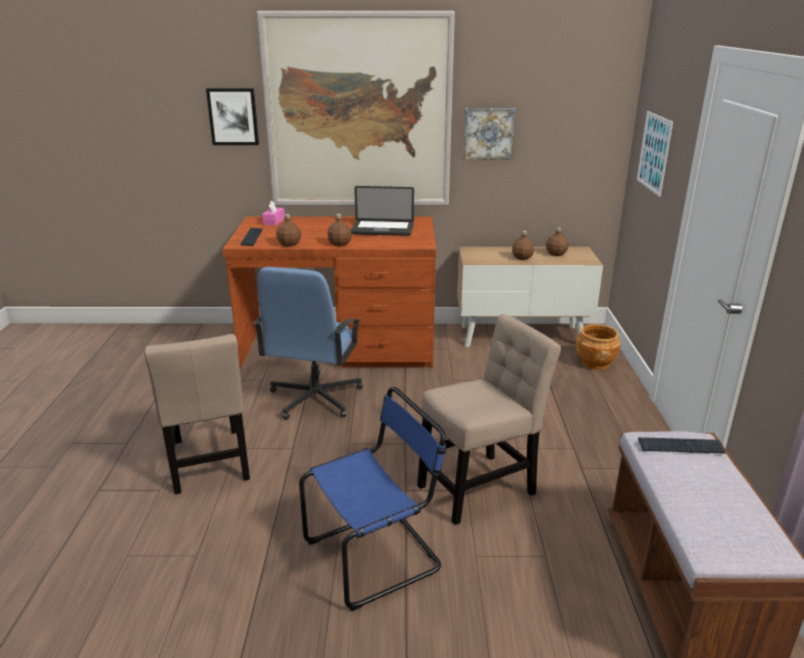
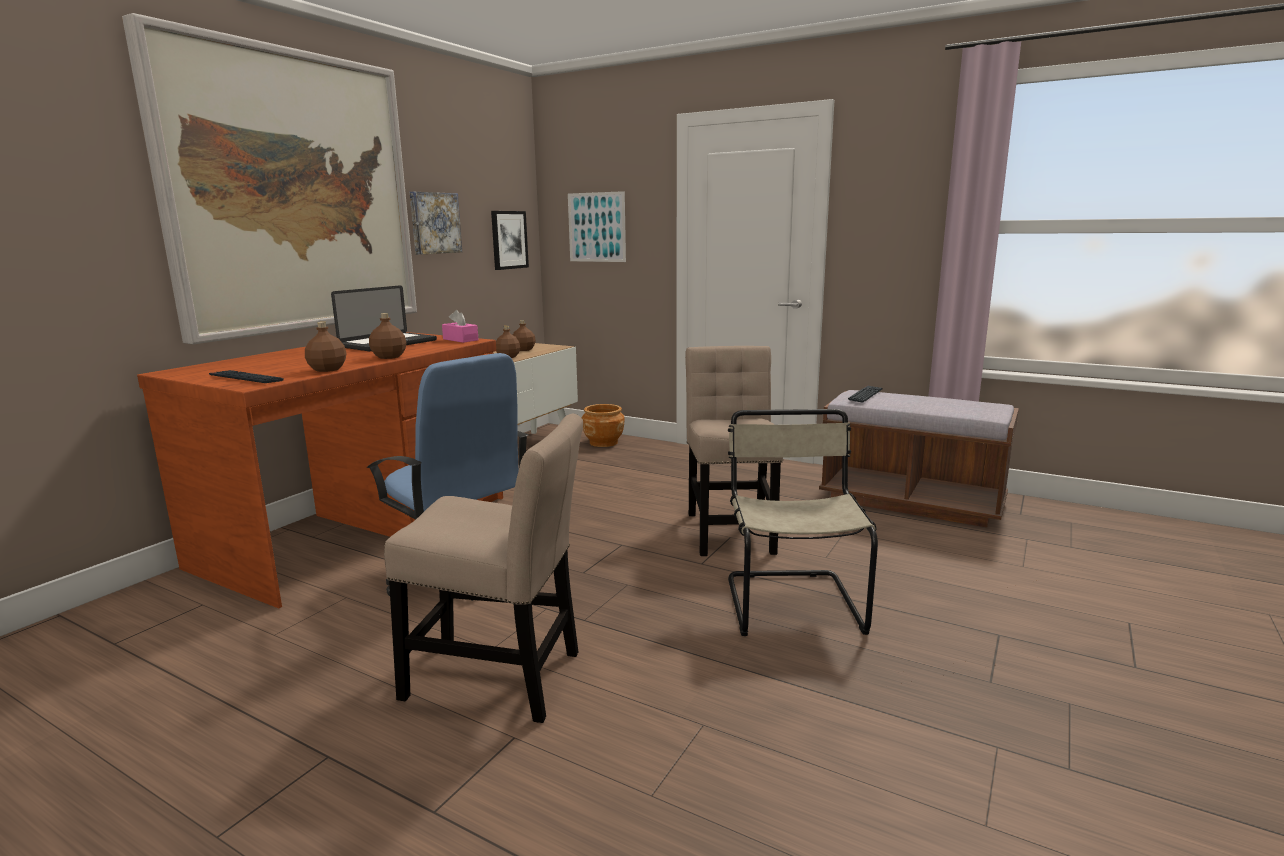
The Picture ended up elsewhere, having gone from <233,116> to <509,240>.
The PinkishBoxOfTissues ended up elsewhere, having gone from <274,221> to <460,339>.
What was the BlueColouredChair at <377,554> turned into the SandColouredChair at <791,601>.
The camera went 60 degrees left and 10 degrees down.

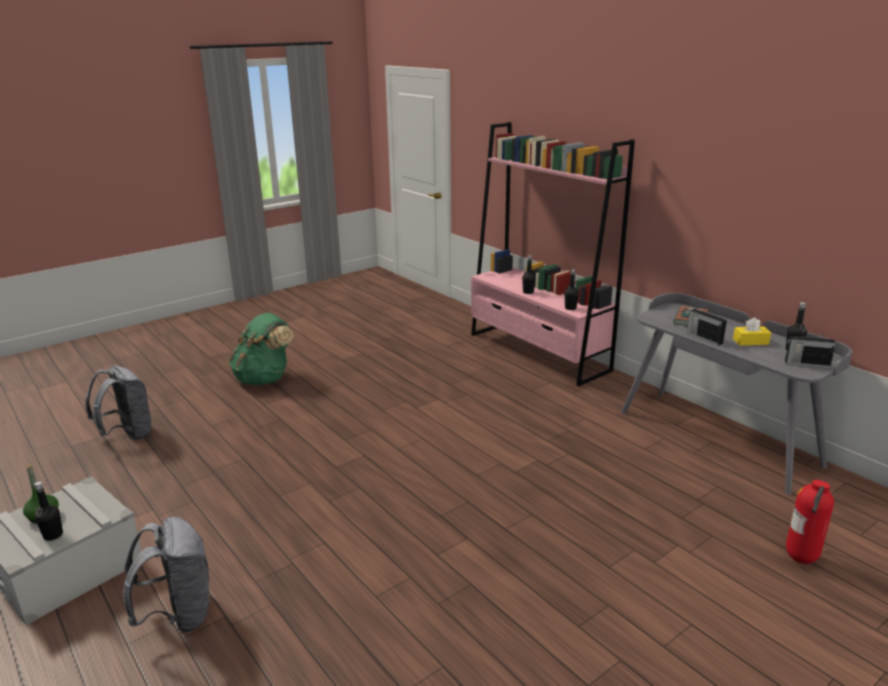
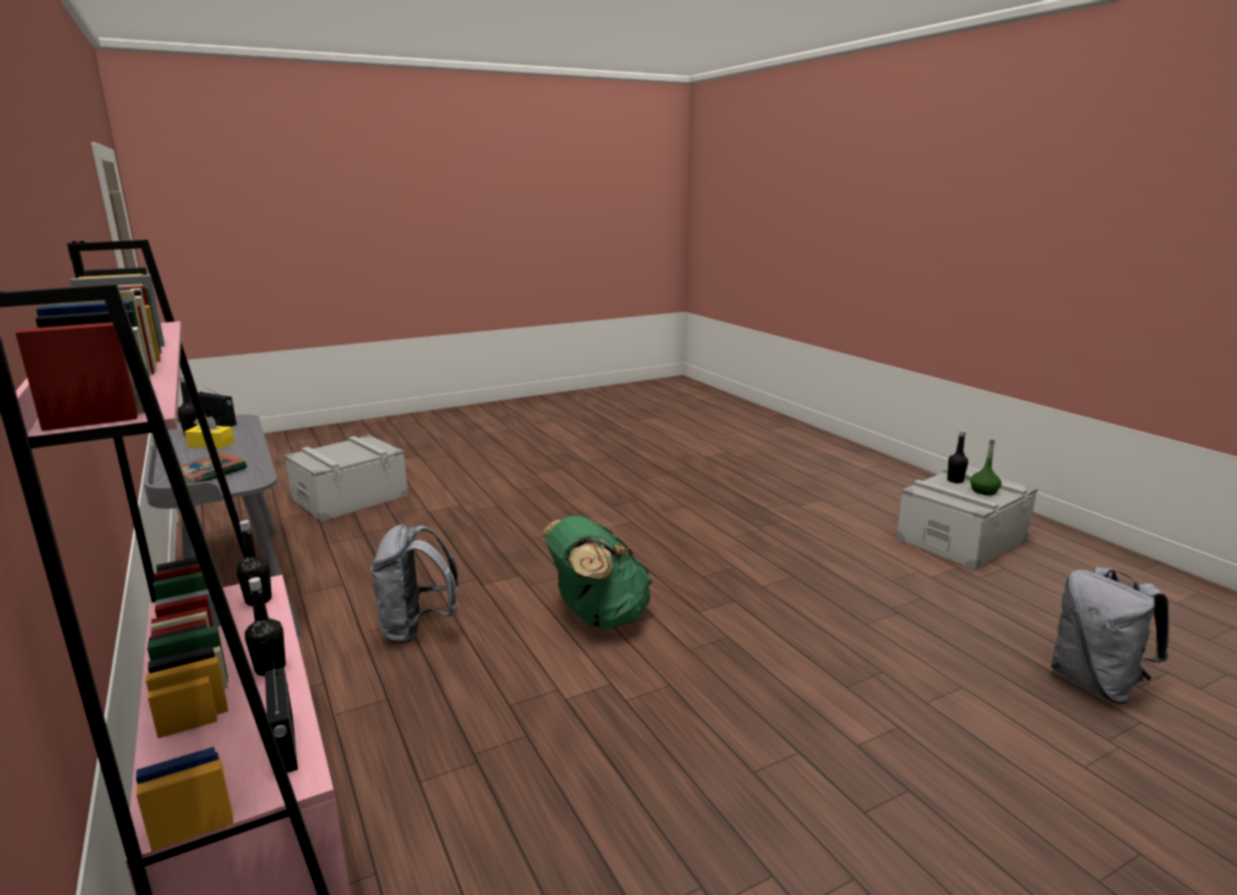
The GreyBackpack ended up elsewhere, having gone from <179,615> to <417,628>.
The GreenColouredBackpack ended up elsewhere, having gone from <265,378> to <598,617>.
The RadioSet ended up elsewhere, having gone from <704,338> to <284,744>.
Where the FireExtinguisher stood at <801,560>, the GreyStorageContainer came to stand at <350,497>.
The camera went 170 degrees left and 5 degrees down.

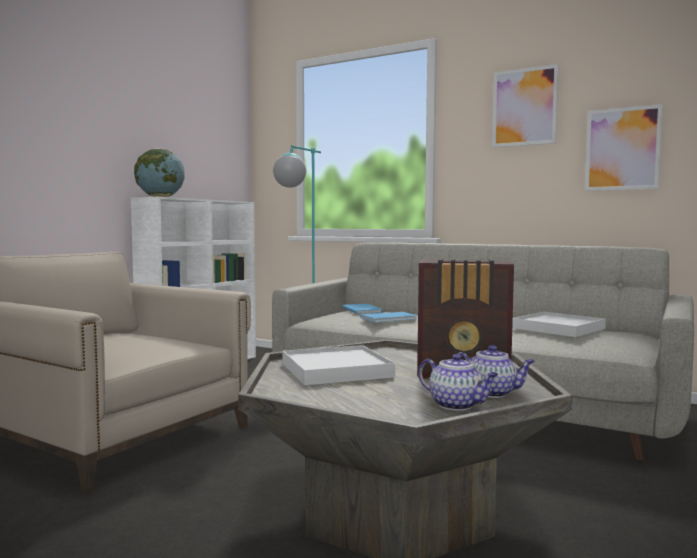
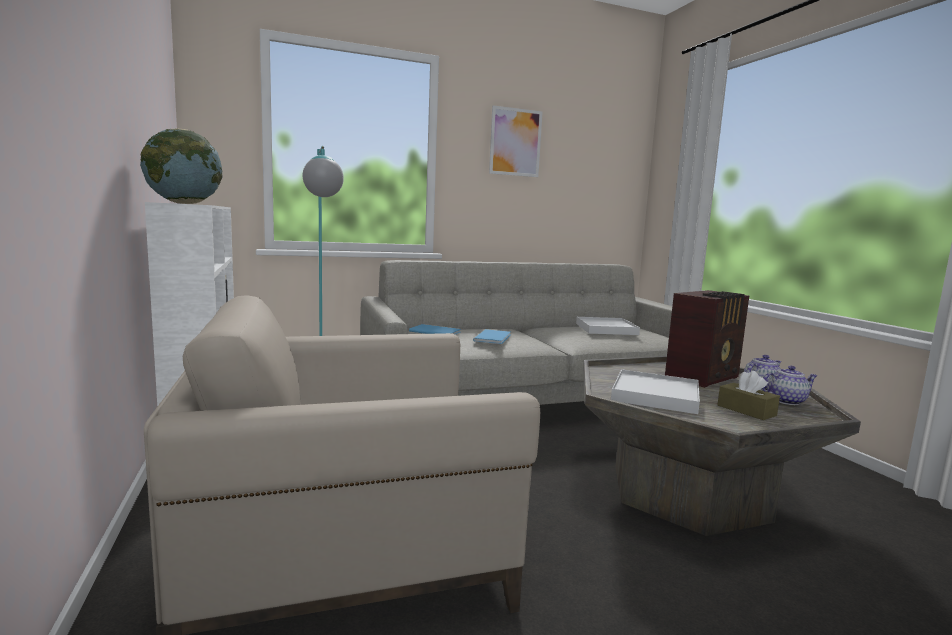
The second view lost the Picture at <622,149>.
The second view gained the BrownColouredBoxOfTissues at <746,410>.
The camera went 50 degrees left and 5 degrees up.

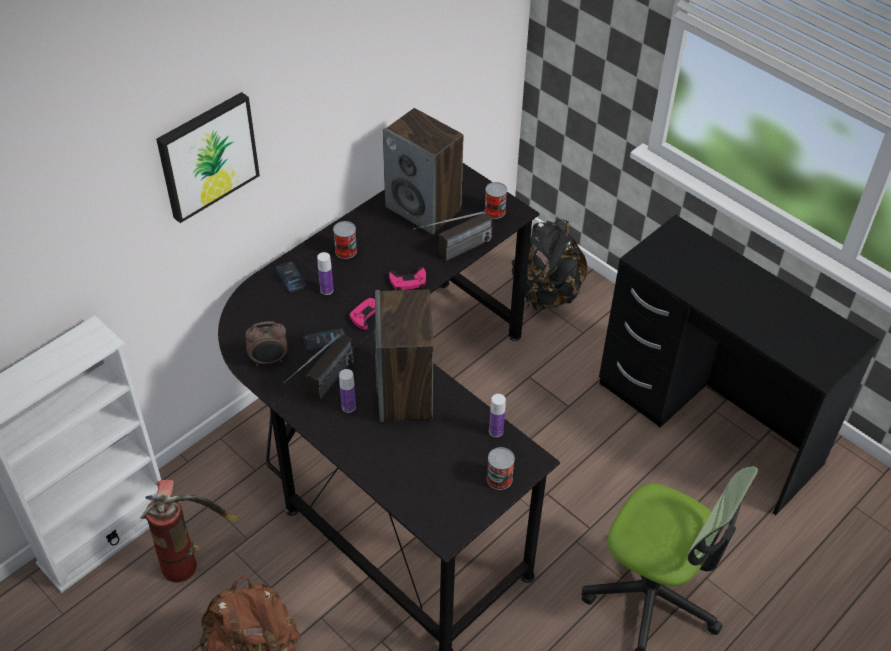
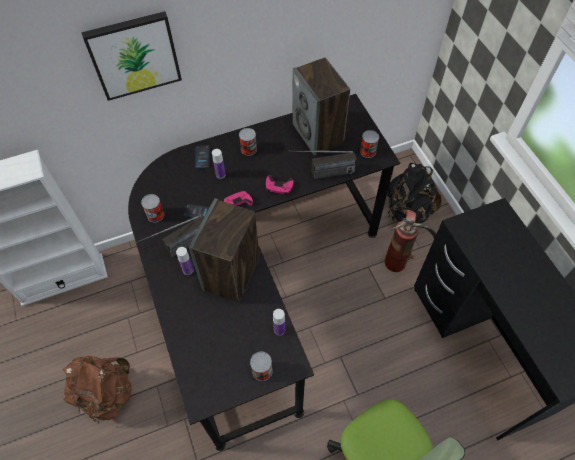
The FireExtinguisher ended up elsewhere, having gone from <191,557> to <403,259>.
Where the AlarmClock stood at <269,360>, the MetalCan came to stand at <155,215>.
The camera went 25 degrees right and 10 degrees up.

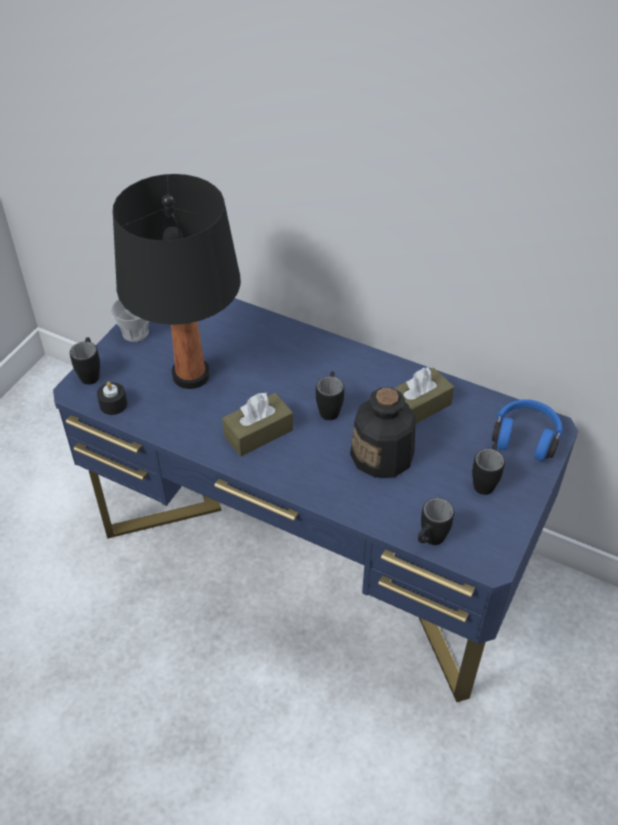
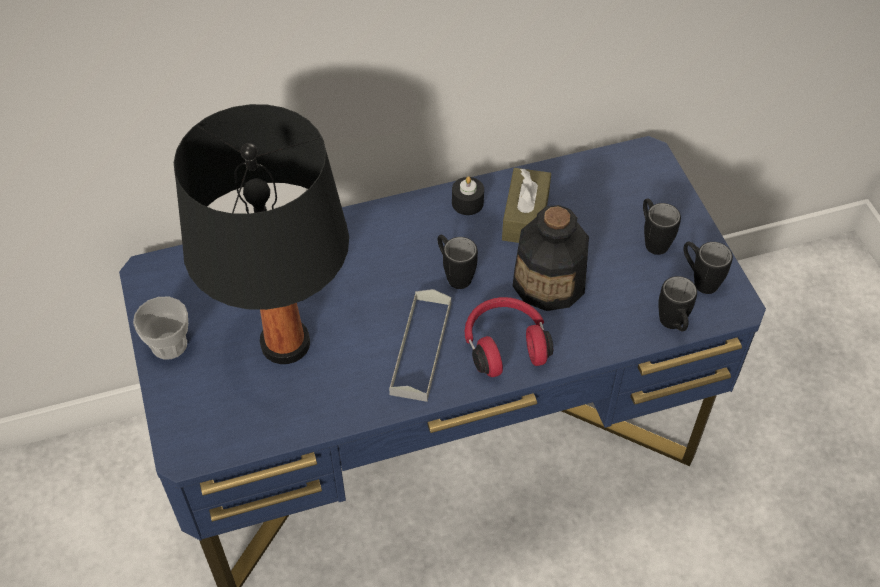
The BlackColouredMug ended up elsewhere, having gone from <90,373> to <699,280>.
The BlackColouredWaxCandle ended up elsewhere, having gone from <113,404> to <467,203>.
Where the BrownColouredBoxOfTissues stood at <258,433>, the GreyTray came to stand at <421,348>.
The second view lost the BlueColouredHeadphones at <526,437>.
The second view gained the ReddishHeadphones at <505,344>.
The camera went 45 degrees left and 5 degrees up.

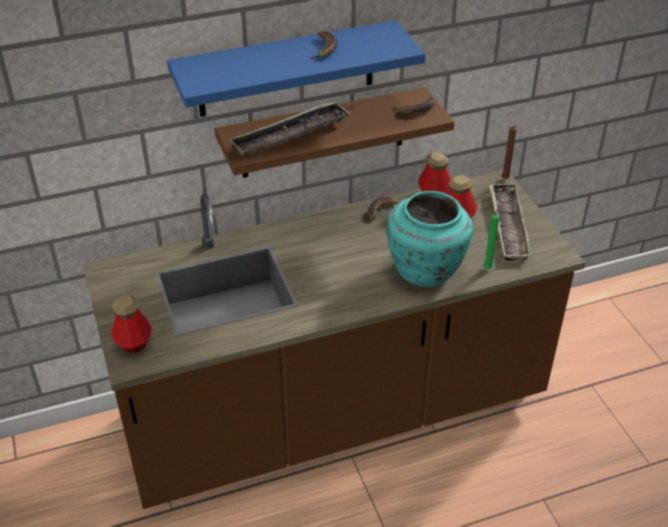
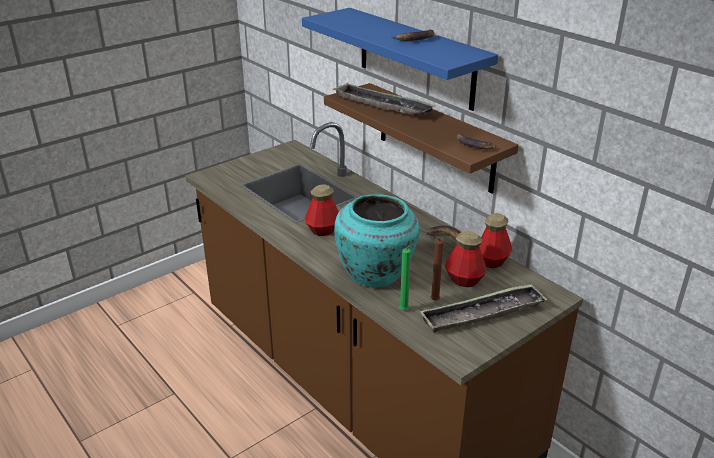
The BeverageBottle ended up elsewhere, having gone from <134,343> to <323,230>.
The BrownColouredWaxCandle ended up elsewhere, having gone from <505,179> to <433,301>.
The camera went 70 degrees right and 10 degrees down.

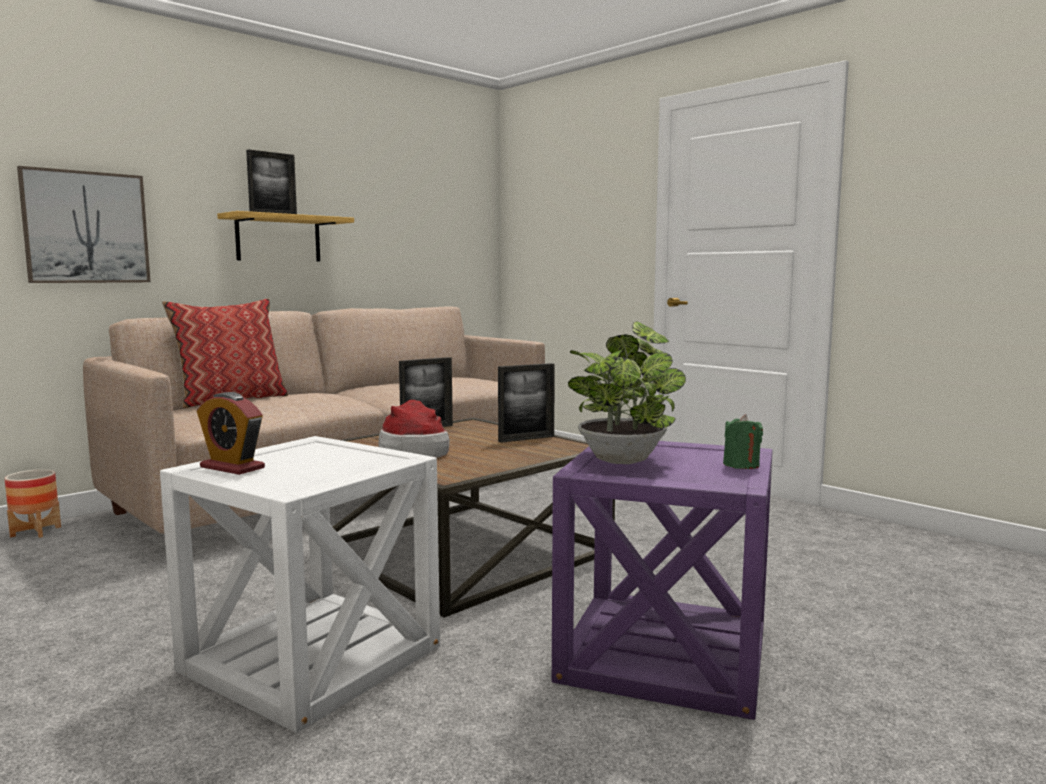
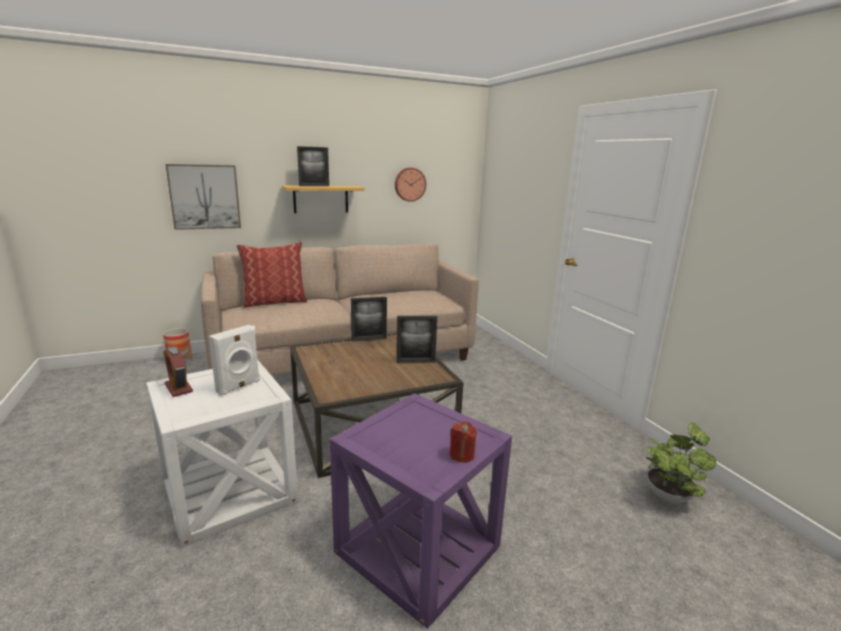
The second view lost the ClothingHat at <415,451>.
The PlantInAPot ended up elsewhere, having gone from <623,458> to <669,494>.
What was the GreenColouredWaxCandle at <741,465> turned into the ReddishWaxCandle at <462,455>.
The second view gained the WhiteAudioSpeaker at <239,387>.
The second view gained the WallClock at <409,184>.
The camera went 20 degrees right and 10 degrees up.

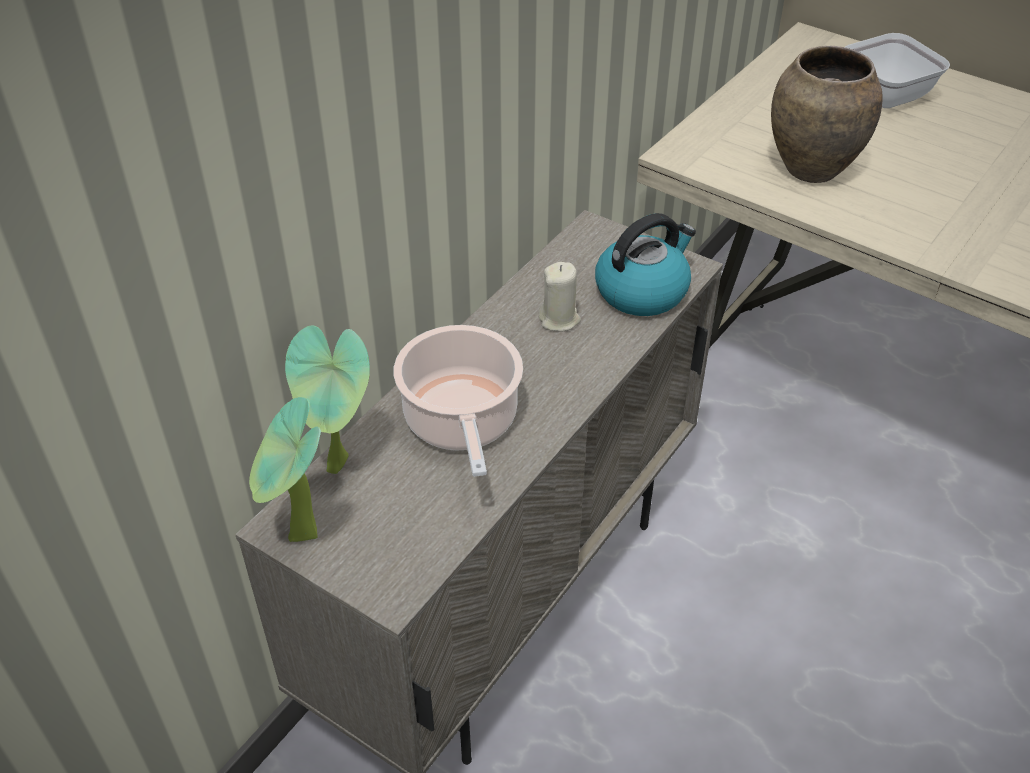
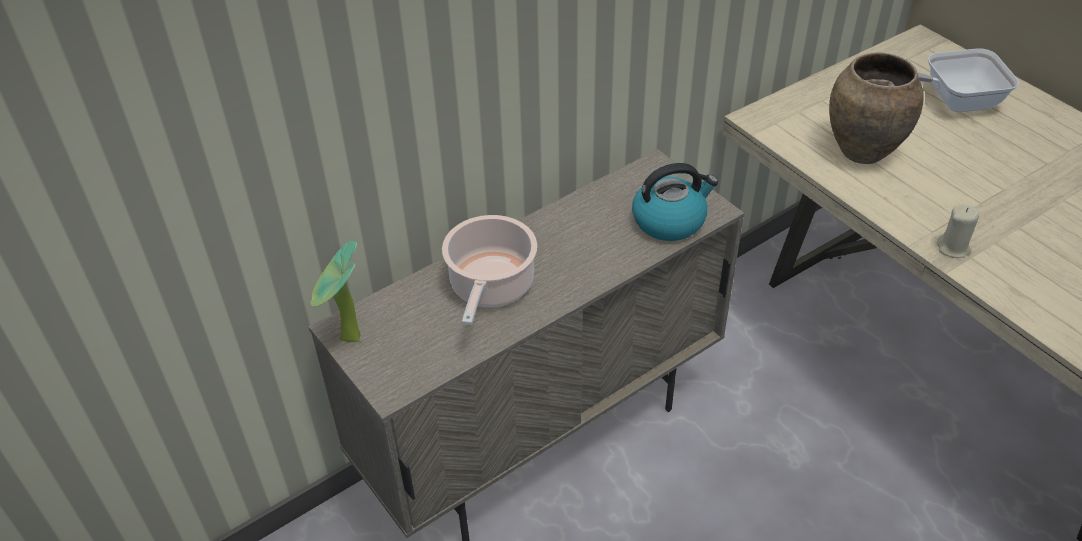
The second view lost the PlantInAPot at <341,467>.
The SandColouredWaxCandle ended up elsewhere, having gone from <559,319> to <953,248>.
The camera went 20 degrees right and 0 degrees up.

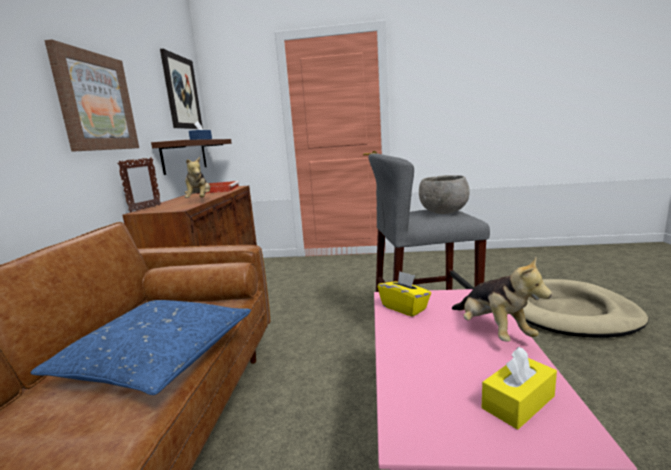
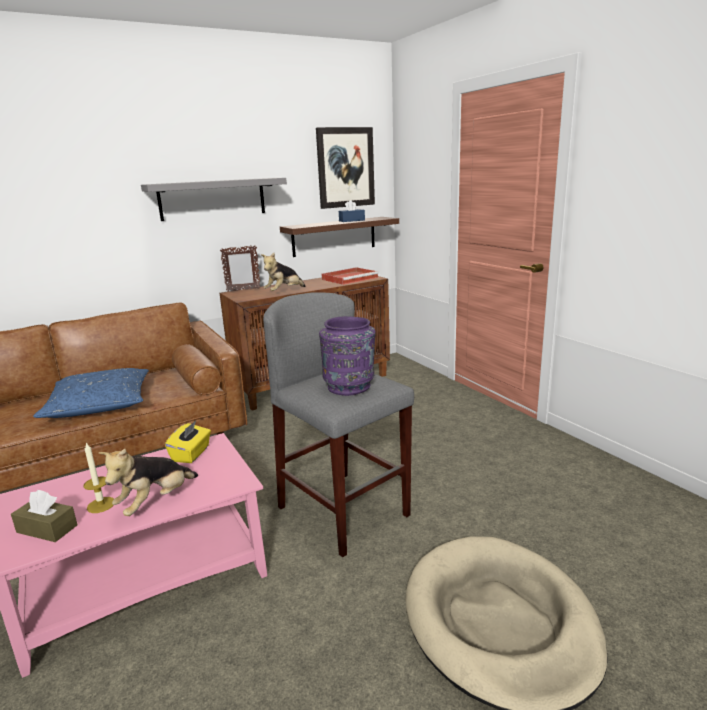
Where the Picture hung at <95,102>, the GreyShelf came to hang at <212,199>.
Where the GreyBowl stood at <443,212>, the PurpleColouredFlowerVase came to stand at <350,387>.
What was the YellowColouredBoxOfTissues at <518,402> turned into the BrownColouredBoxOfTissues at <47,529>.
The second view gained the WaxCandle at <101,505>.
The camera went 55 degrees right and 5 degrees up.

